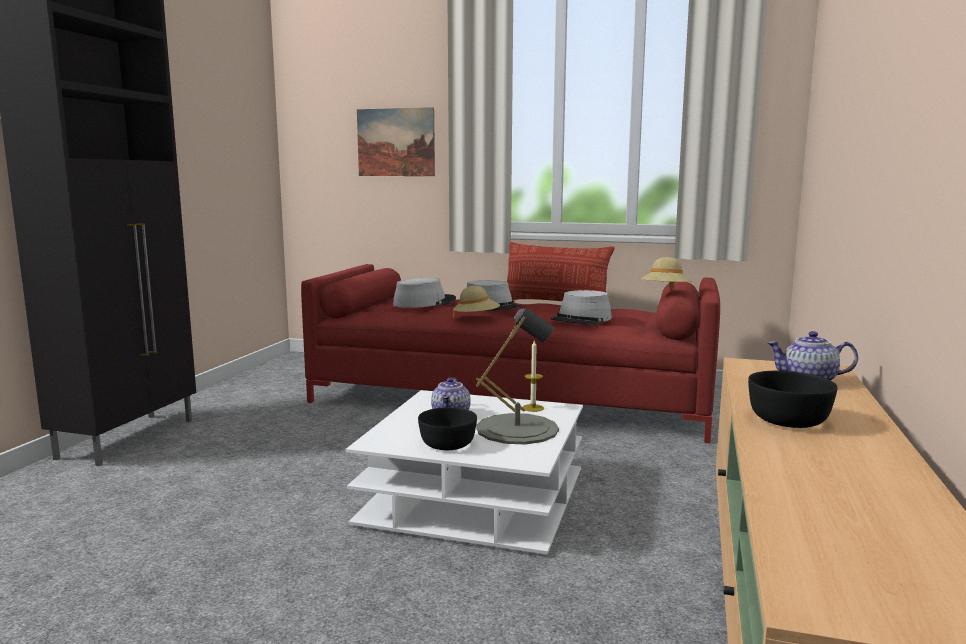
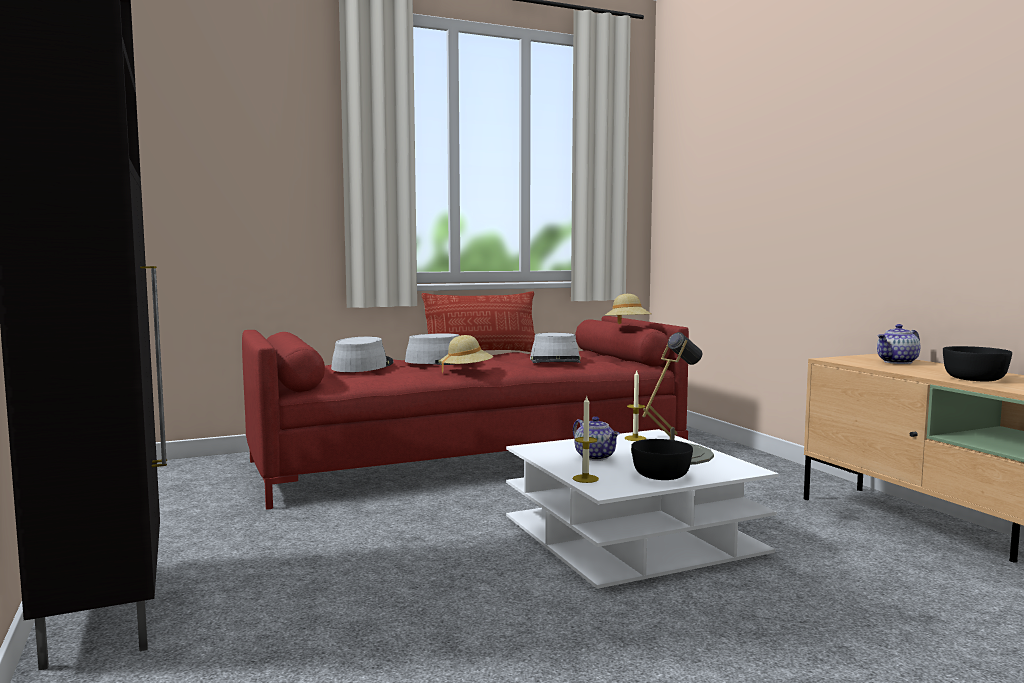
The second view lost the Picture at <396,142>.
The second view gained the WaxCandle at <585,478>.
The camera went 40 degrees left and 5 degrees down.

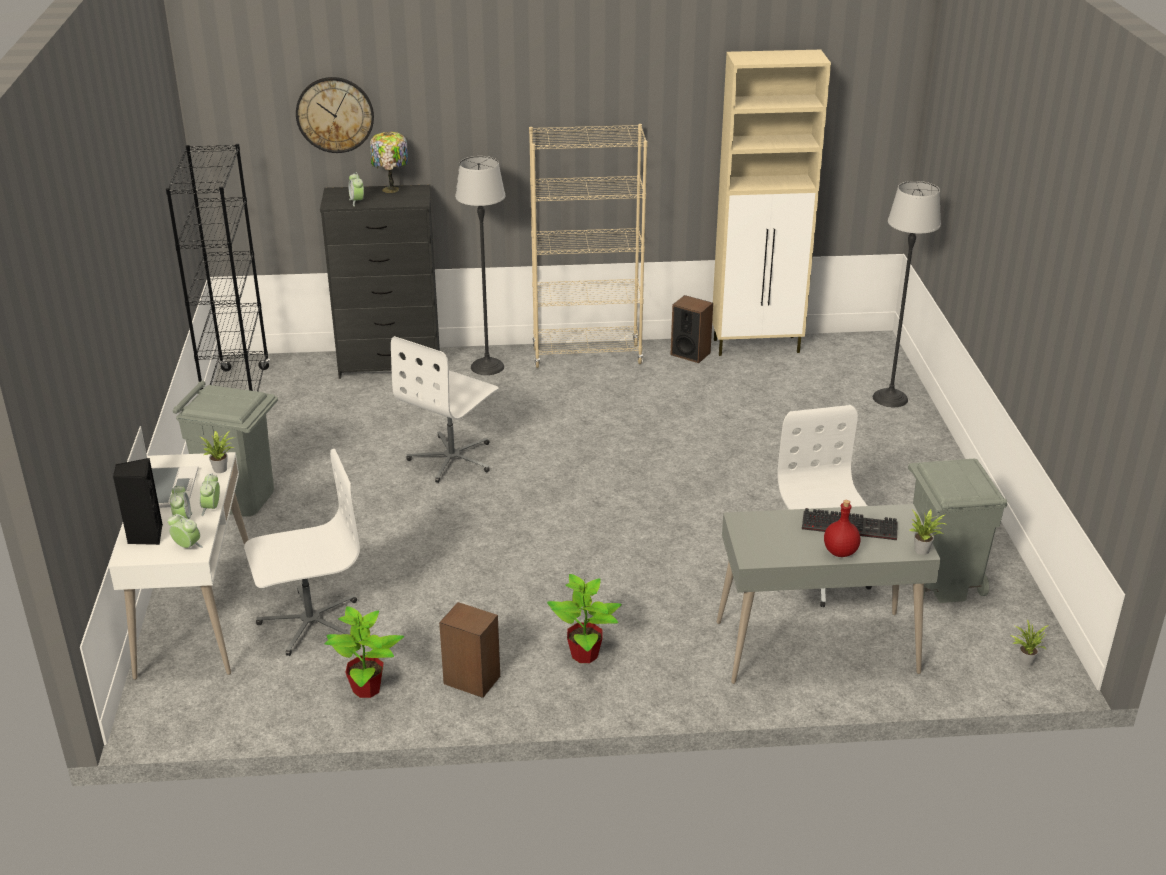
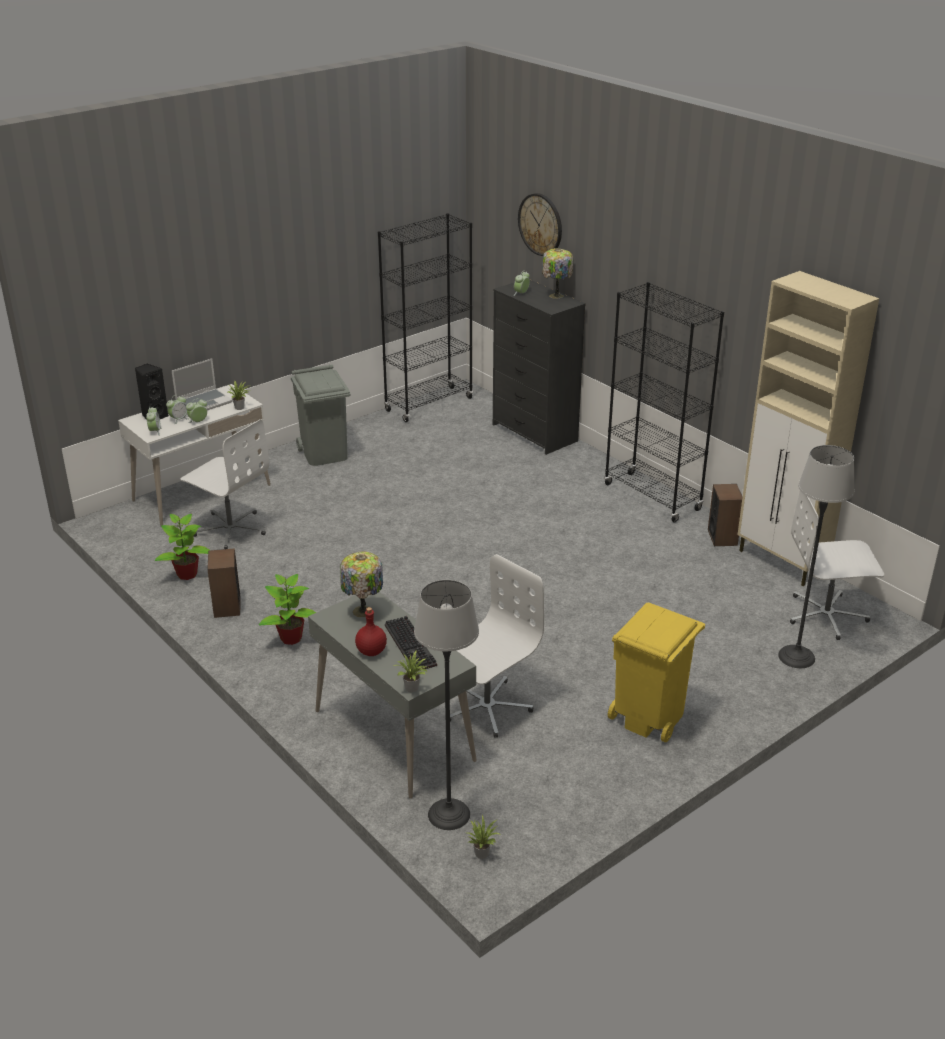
The WhiteOfficeChair ended up elsewhere, having gone from <453,459> to <826,615>.
The StandardLamp ended up elsewhere, having gone from <487,366> to <449,814>.
What was the SandColouredShelvingUnit at <587,356> turned into the BlackColouredShelvingUnit at <652,497>.
The second view lost the GreyRubbishBin at <940,582>.
The second view gained the LampForATable at <363,612>.
The second view gained the YellowColouredRubbishBin at <649,716>.
The camera went 55 degrees right and 0 degrees up.

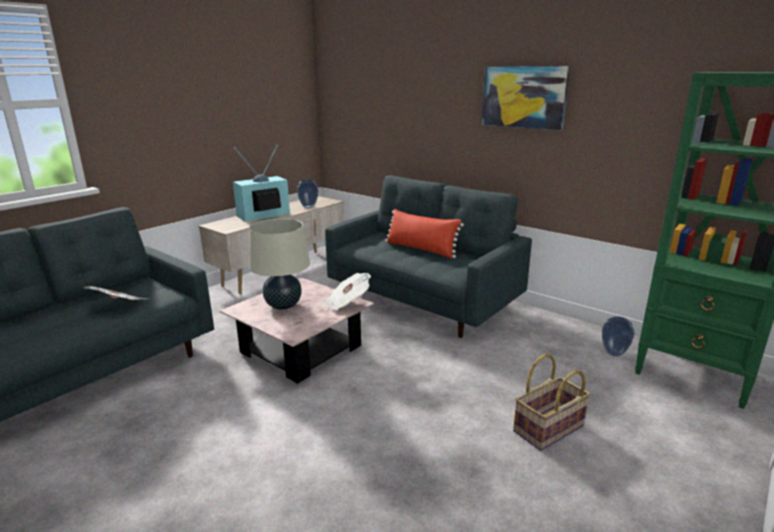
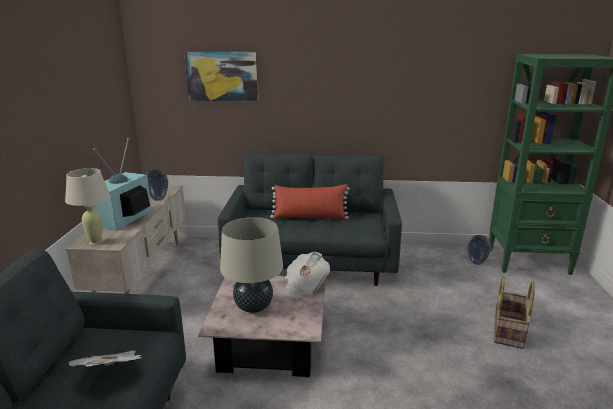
The Picture ended up elsewhere, having gone from <523,97> to <222,76>.
The second view gained the SandColouredLampForATable at <95,242>.
The camera went 35 degrees left and 0 degrees up.

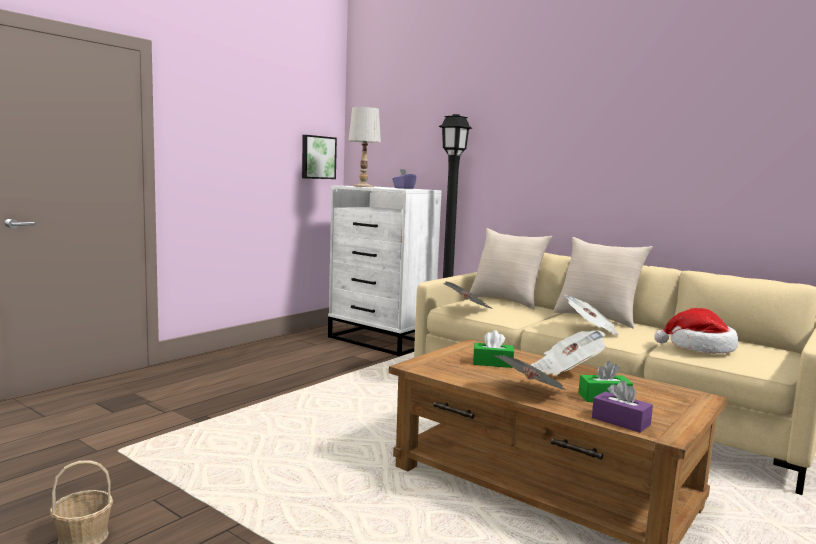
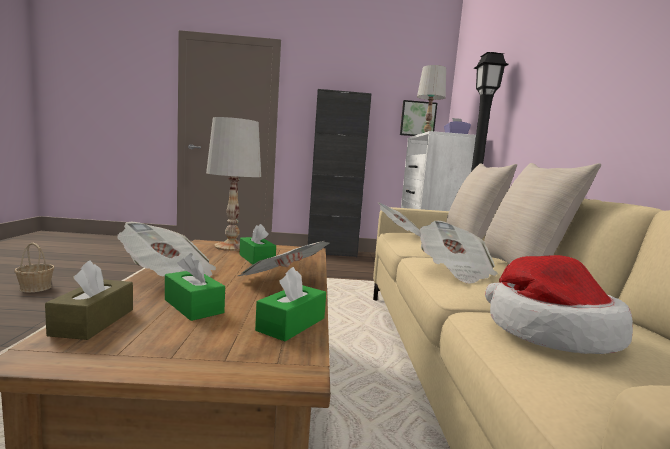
What was the PurpleColouredBoxOfTissues at <620,421> turned into the BrownColouredBoxOfTissues at <93,322>.
The second view gained the WhiteLampForATable at <232,246>.
The second view gained the GreenColouredBoxOfTissues at <291,324>.
The second view gained the BlackColouredCabinet at <332,253>.
The camera went 50 degrees right and 0 degrees up.

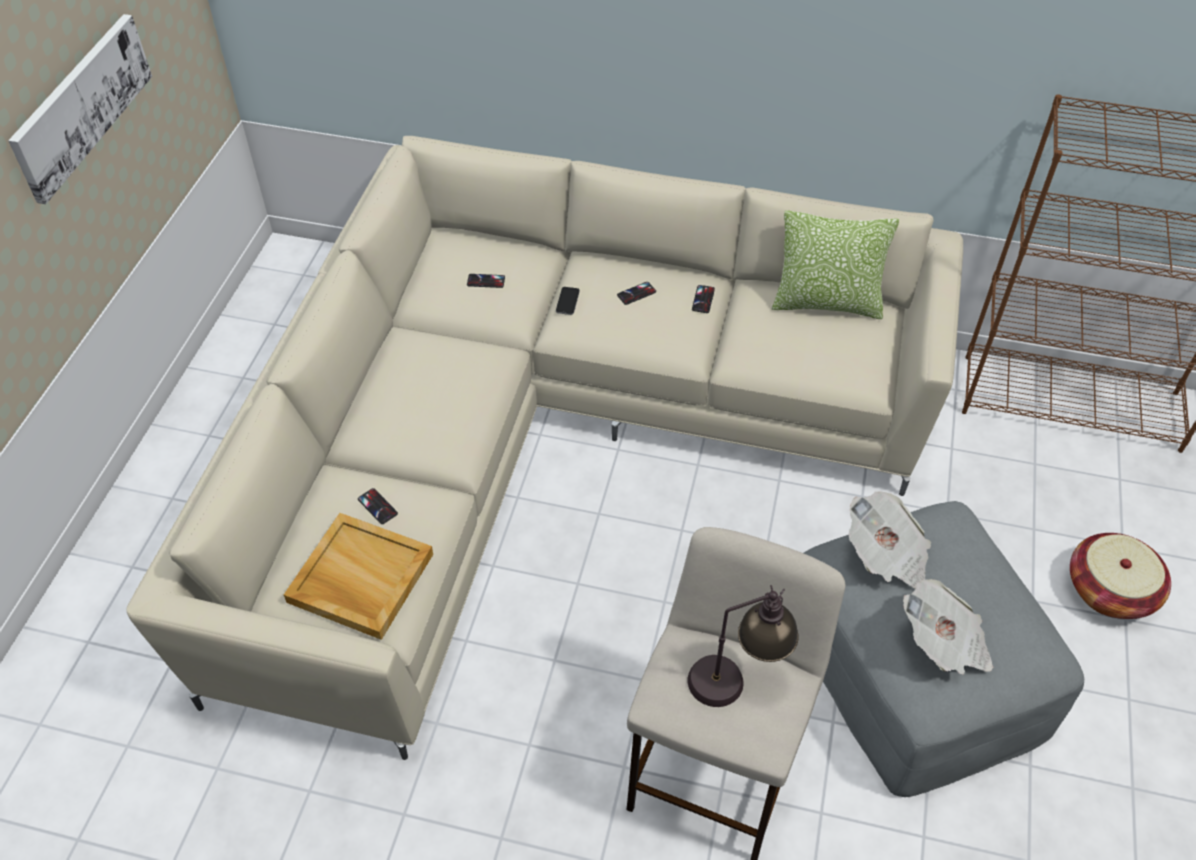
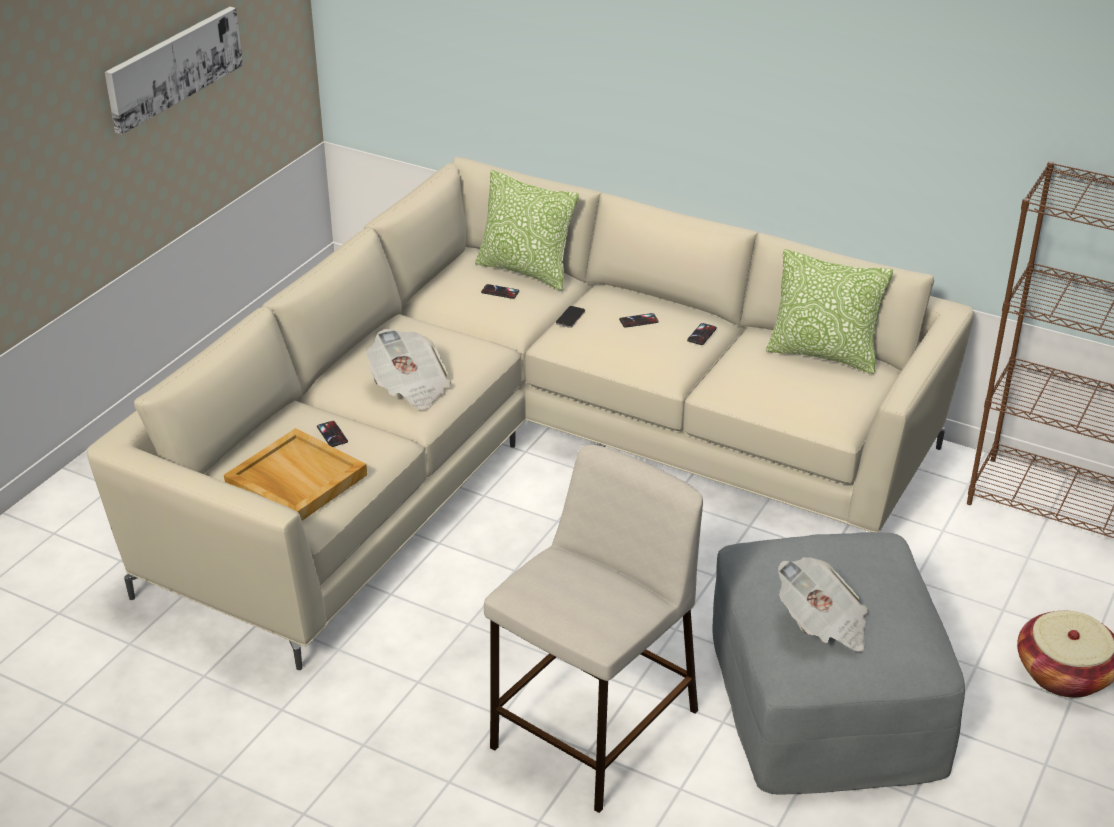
The second view lost the LampForATable at <737,679>.
The PrintedPaper ended up elsewhere, having gone from <886,555> to <410,387>.
The second view gained the Pillow at <526,271>.
The camera went 15 degrees right and 15 degrees down.

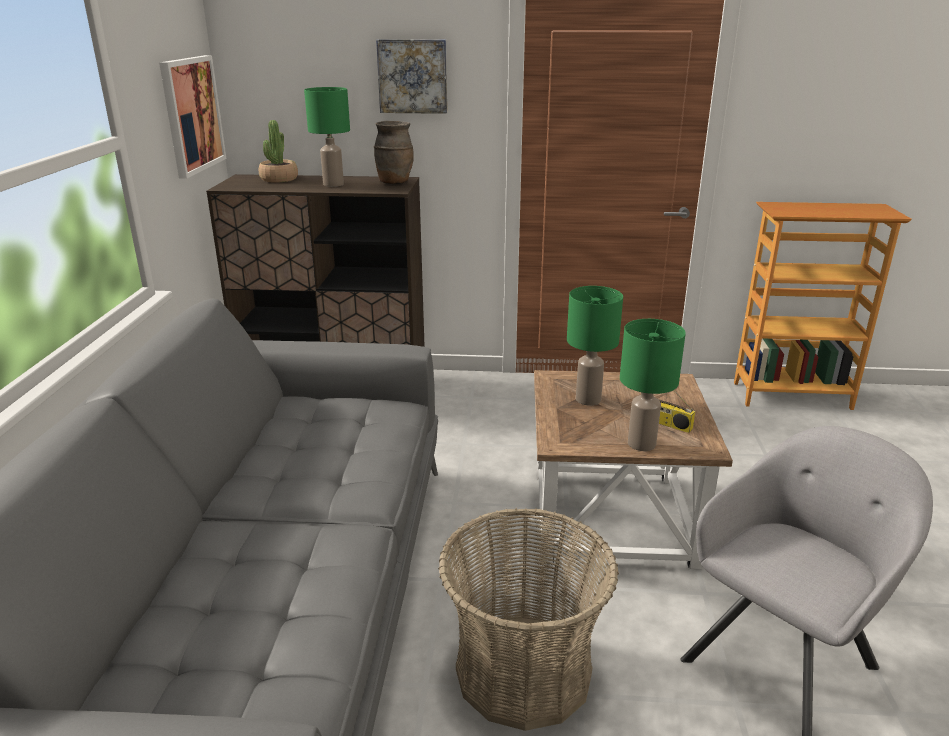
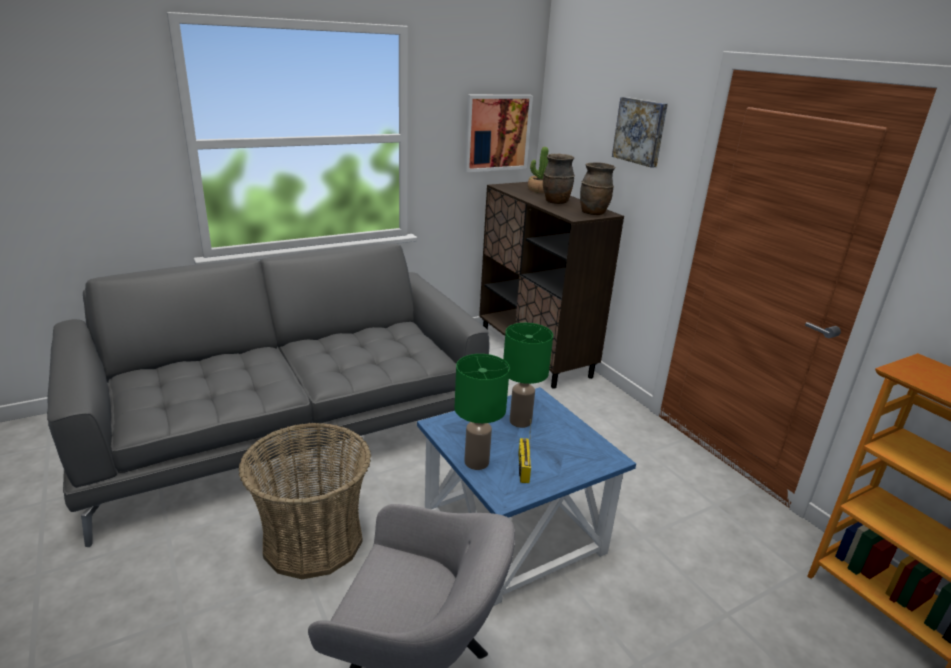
Where the GreenColouredLampForATable stood at <334,184>, the BrownColouredFlowerVase came to stand at <556,202>.
What was the BrownColouredSideTable at <614,516> turned into the BlueColouredSideTable at <516,533>.
The camera went 55 degrees right and 0 degrees up.

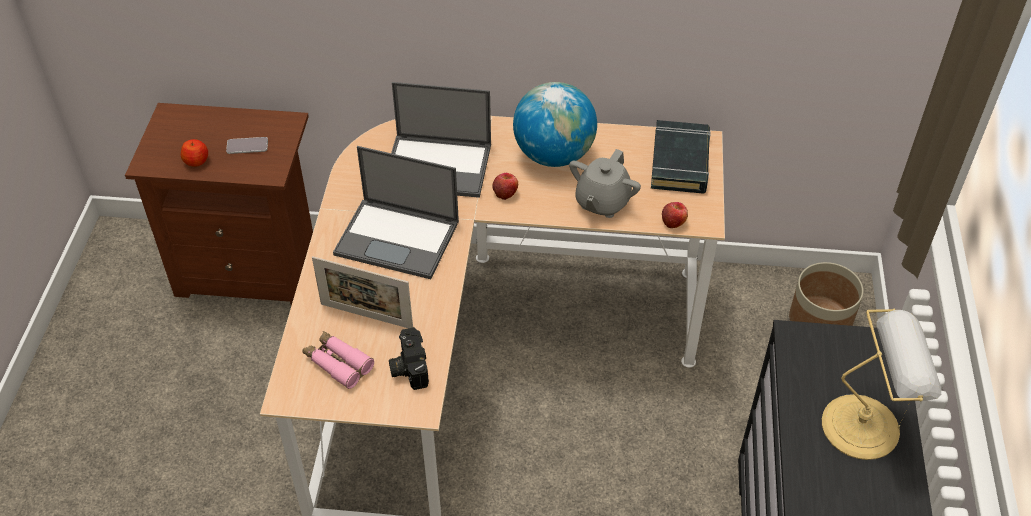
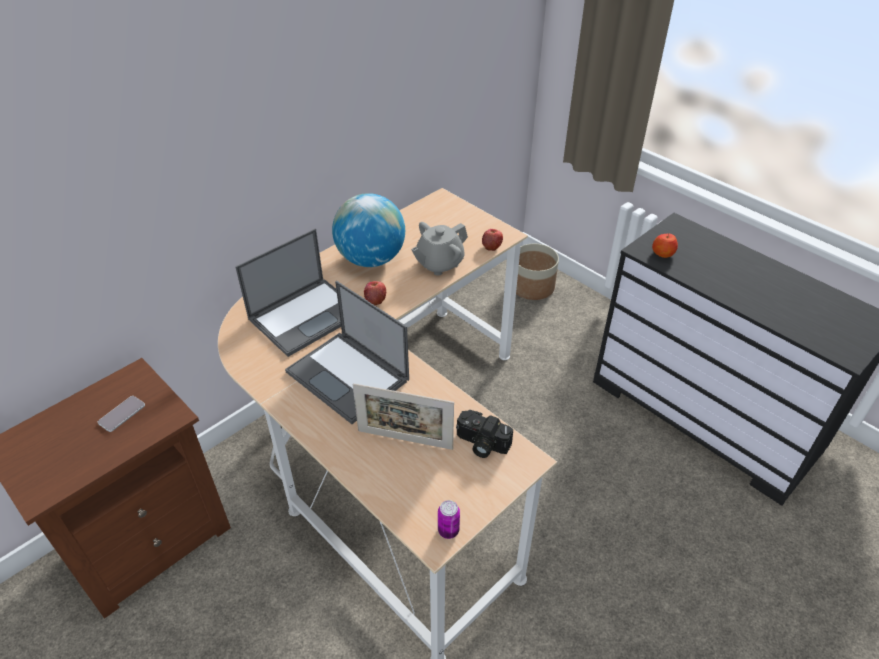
The AppleFruit ended up elsewhere, having gone from <197,161> to <663,253>.
The second view lost the PinkishBinoculars at <338,363>.
The PictureFrame at <366,316> ended up facing another way, 45 degrees clockwise from before.
The NotebookComputer at <398,238> ended up facing another way, 75 degrees clockwise from before.
The GreyTeapot at <602,202> ended up facing another way, 75 degrees clockwise from before.
The second view lost the BlackColouredBook at <680,162>.
The second view lost the LampForATable at <864,426>.
The second view gained the MetalCan at <448,530>.
The camera went 50 degrees left and 5 degrees down.

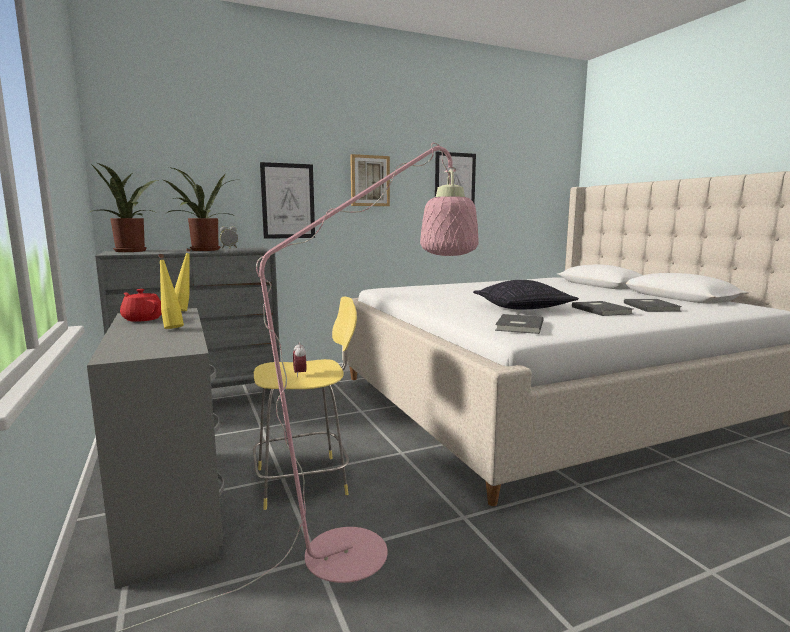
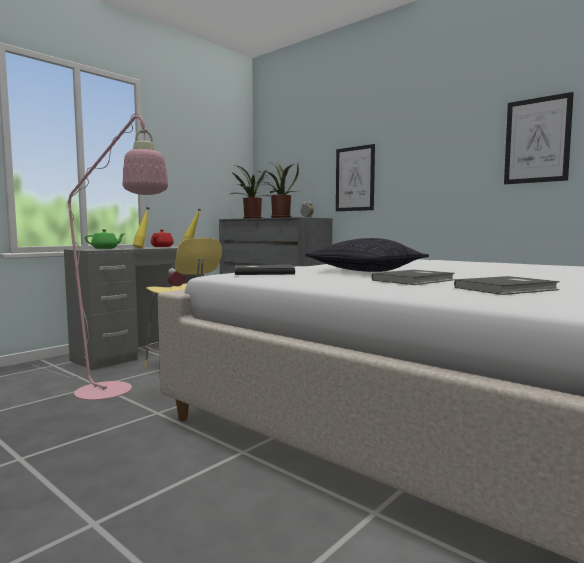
The second view lost the Picture at <369,181>.
The second view gained the GreenColouredTeapot at <105,248>.
The camera went 65 degrees right and 5 degrees down.

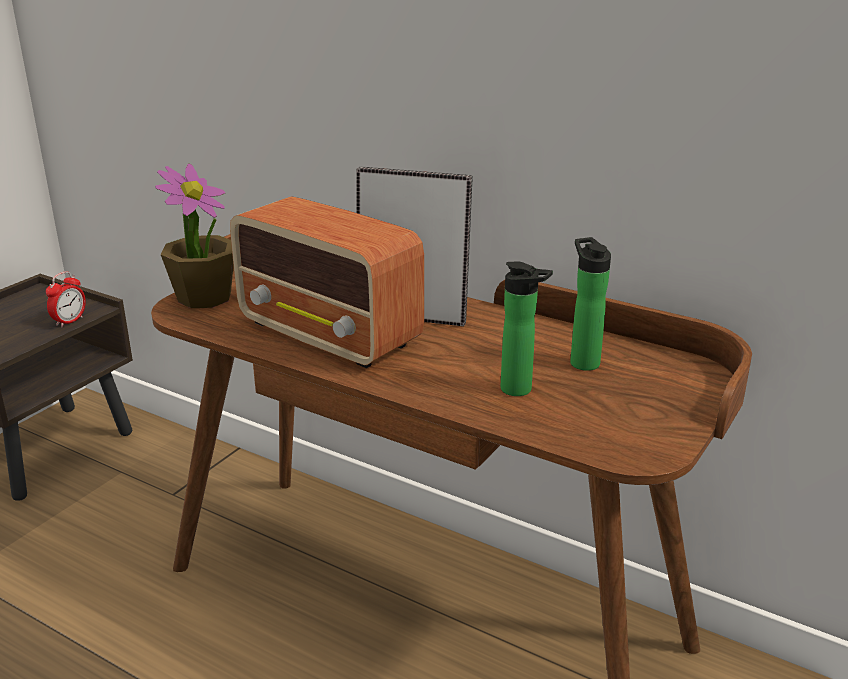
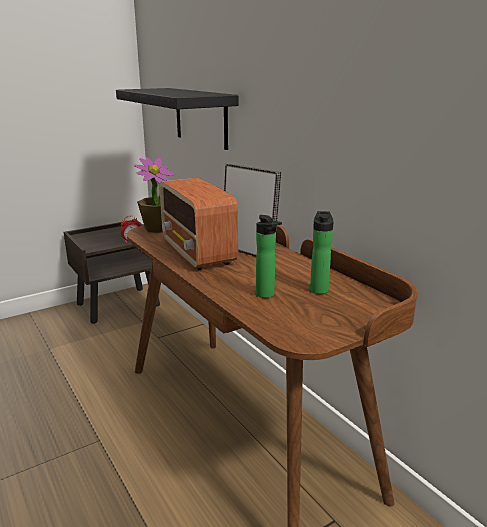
The second view gained the BlackColouredShelf at <200,117>.
The camera went 25 degrees right and 5 degrees down.

